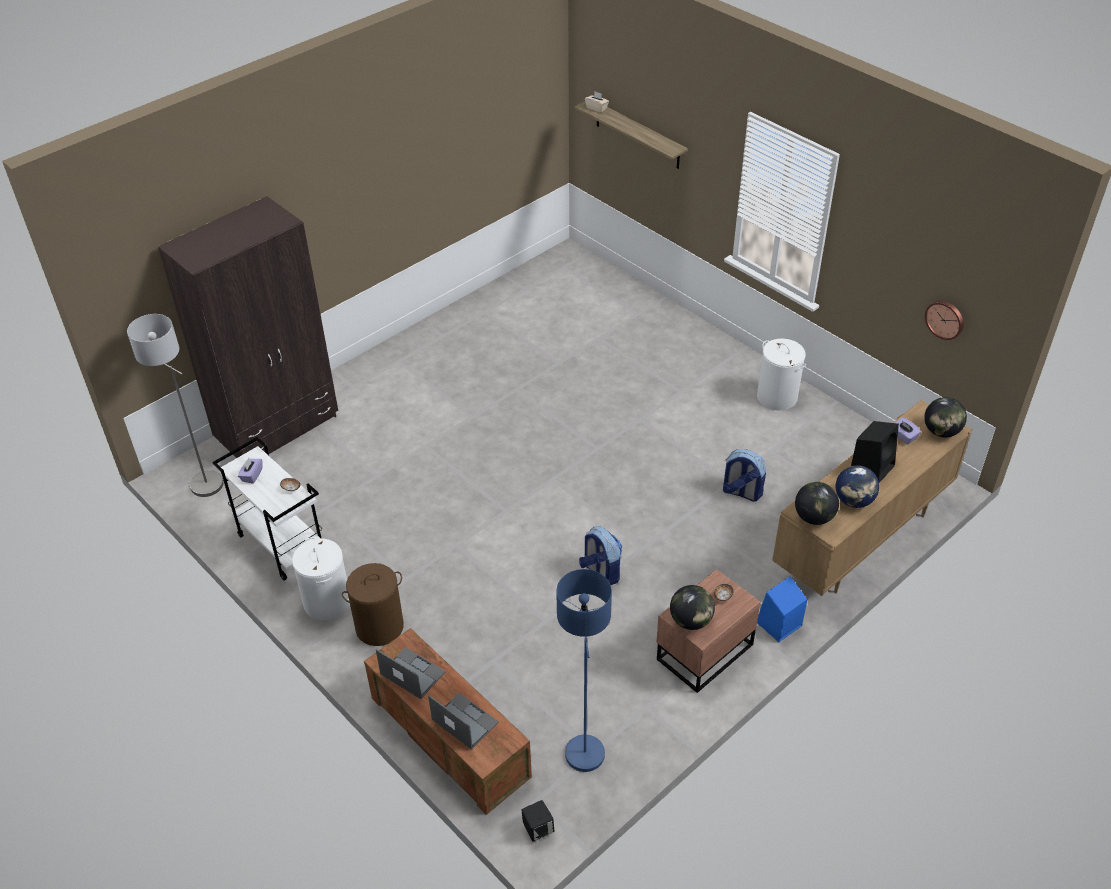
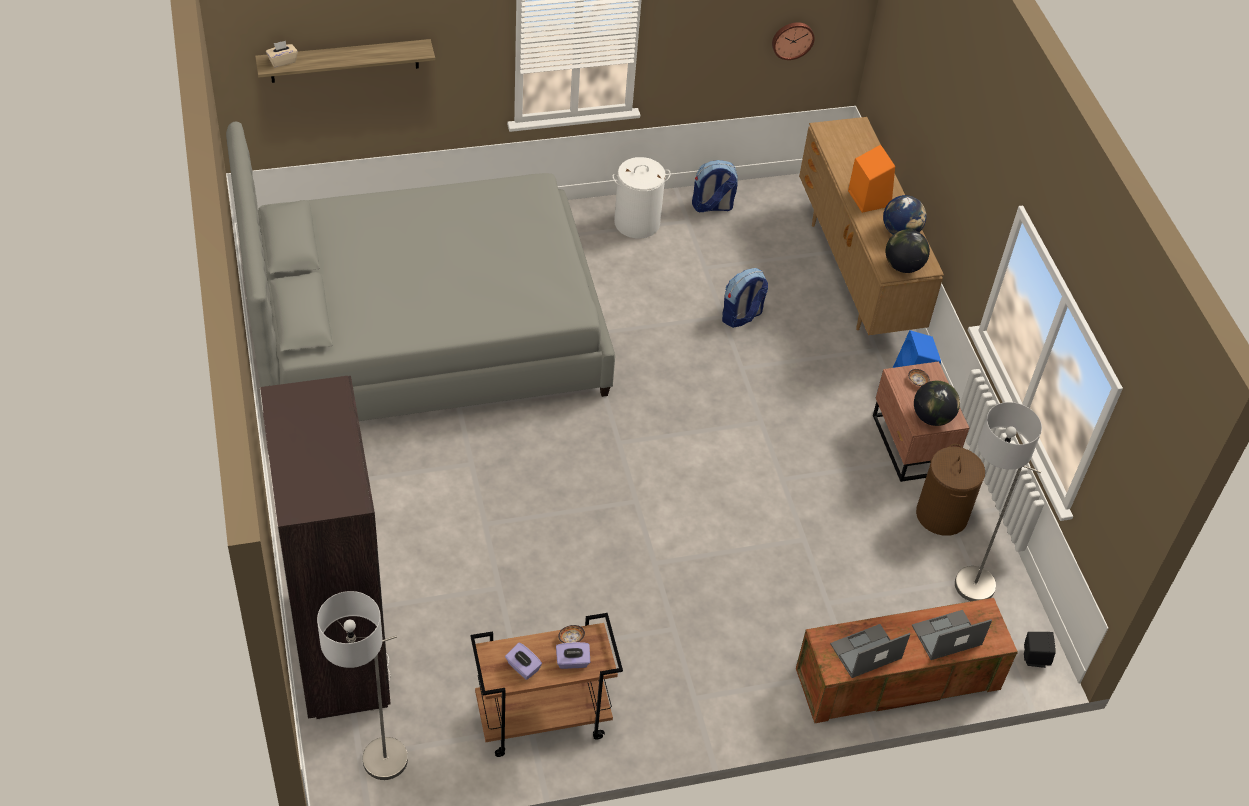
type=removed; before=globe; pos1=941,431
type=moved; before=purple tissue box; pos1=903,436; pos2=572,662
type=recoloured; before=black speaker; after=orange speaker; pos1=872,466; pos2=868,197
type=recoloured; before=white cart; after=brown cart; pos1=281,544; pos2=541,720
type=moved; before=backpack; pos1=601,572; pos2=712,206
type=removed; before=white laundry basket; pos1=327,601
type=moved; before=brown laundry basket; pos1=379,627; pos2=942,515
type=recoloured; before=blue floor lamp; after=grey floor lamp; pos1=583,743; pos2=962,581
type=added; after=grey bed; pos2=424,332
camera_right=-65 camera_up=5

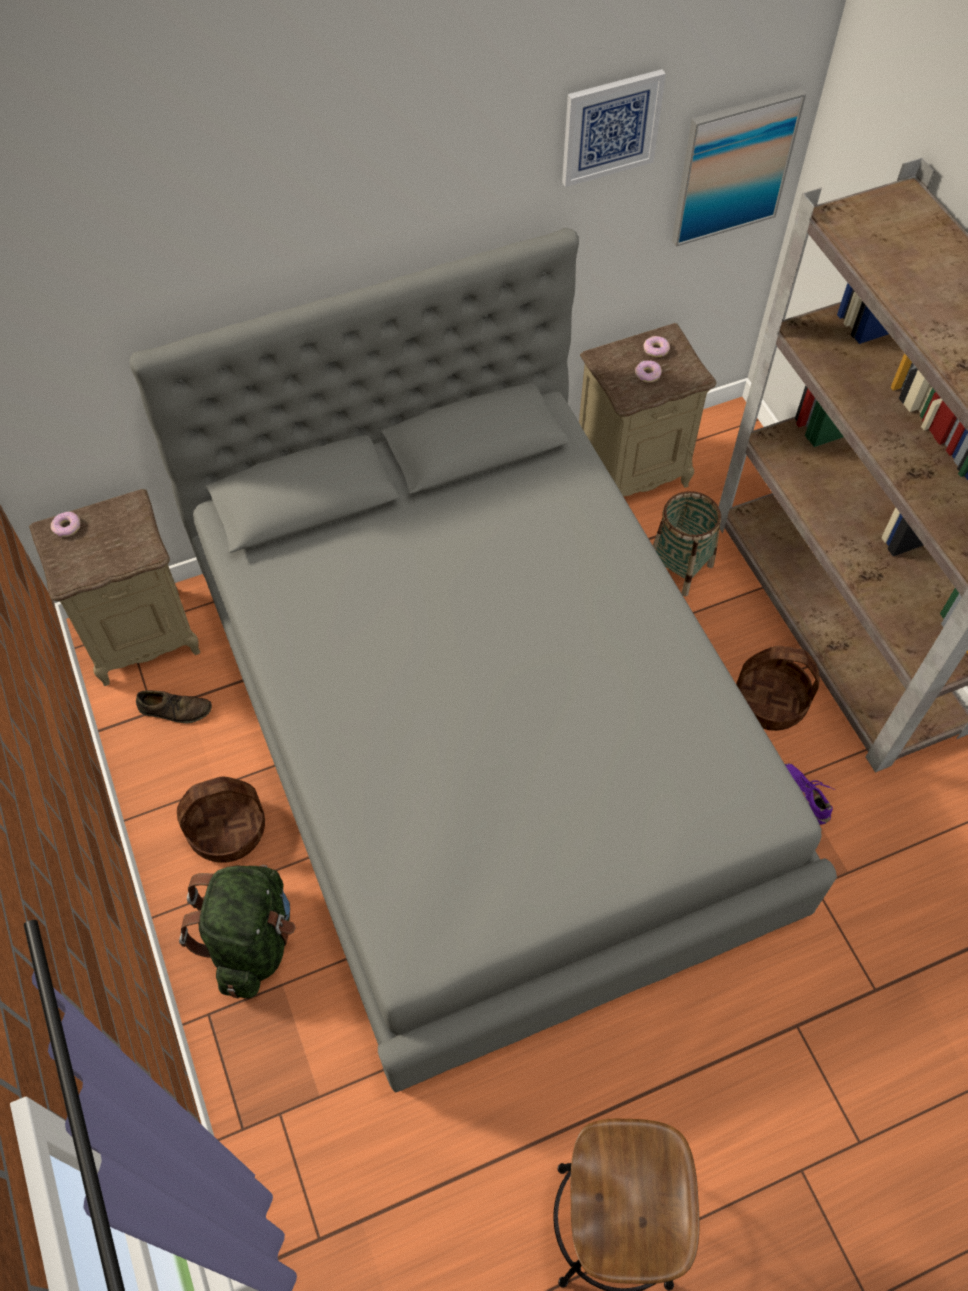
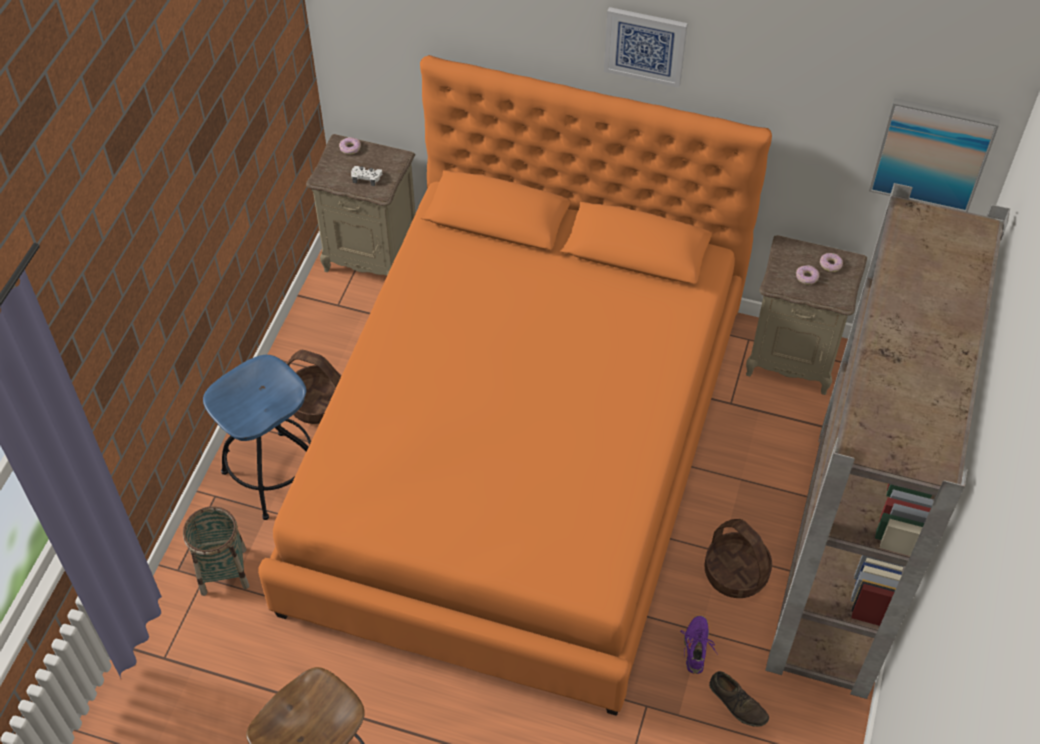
type=moved; before=picture; pos1=610,127; pos2=645,46
type=recoloured; before=grey bed; after=orange bed; pos1=483,735; pos2=521,457
type=moved; before=basket; pos1=679,567; pos2=223,571
type=moved; before=brown shoe; pos1=175,709; pos2=737,703
type=replaced; before=green backpack; after=blue stool; pos1=251,940; pos2=274,474
type=added; after=white game controller; pos2=366,177
camera_right=40 camera_up=-5

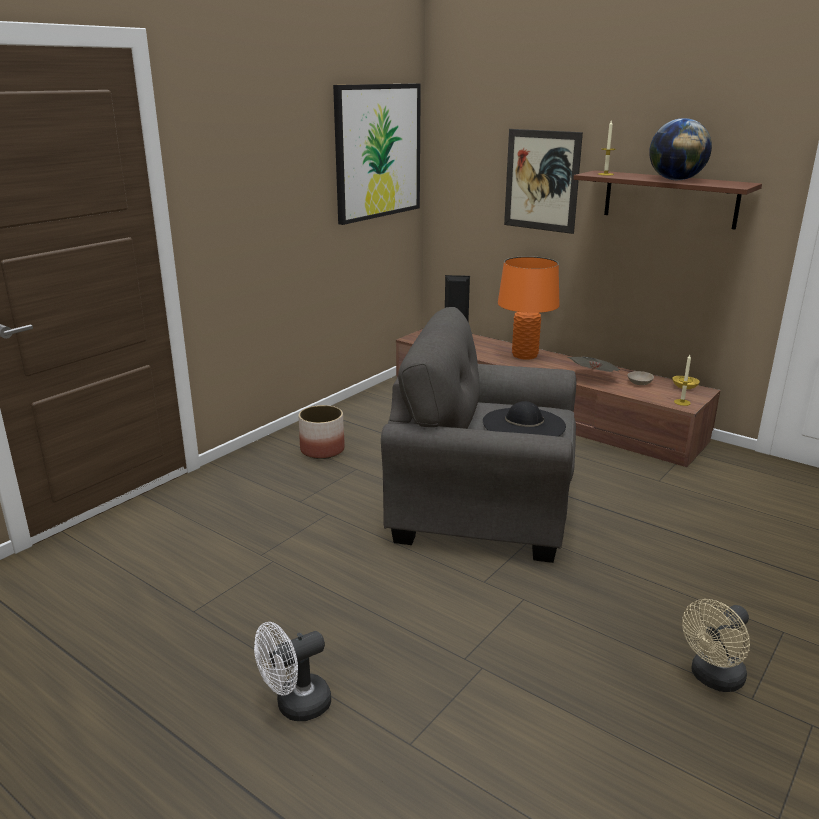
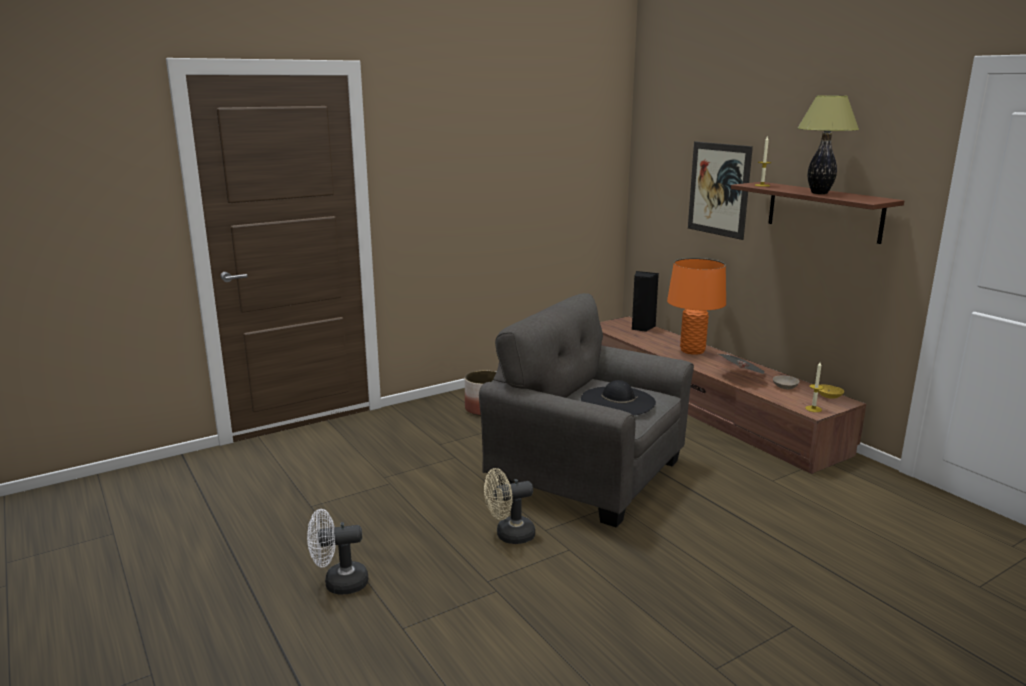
type=removed; before=picture; pos1=378,151
type=replaced; before=globe; after=table lamp; pos1=675,180; pos2=819,193
type=moved; before=beige fan; pos1=713,679; pos2=509,535
camera_right=20 camera_up=-5

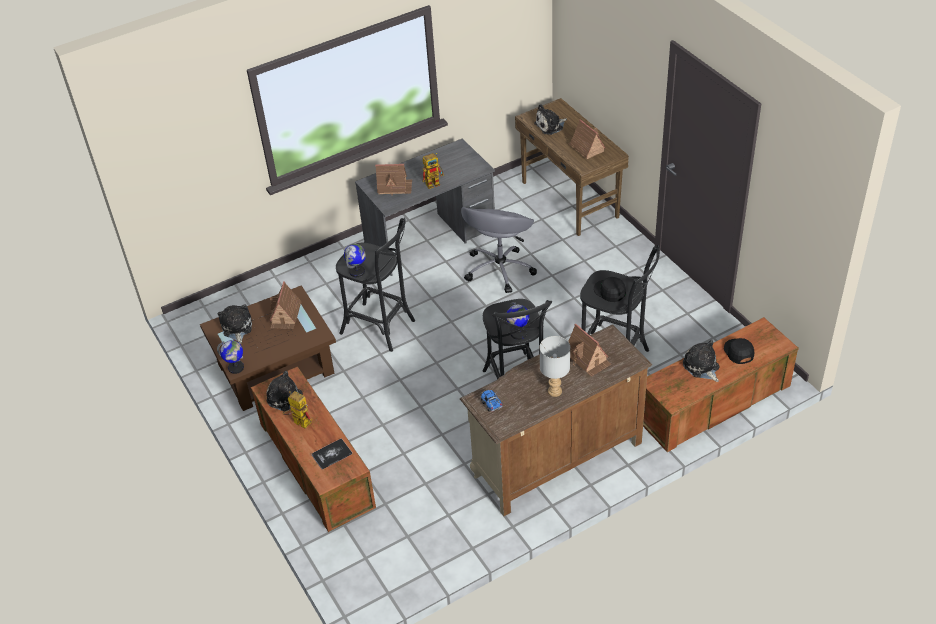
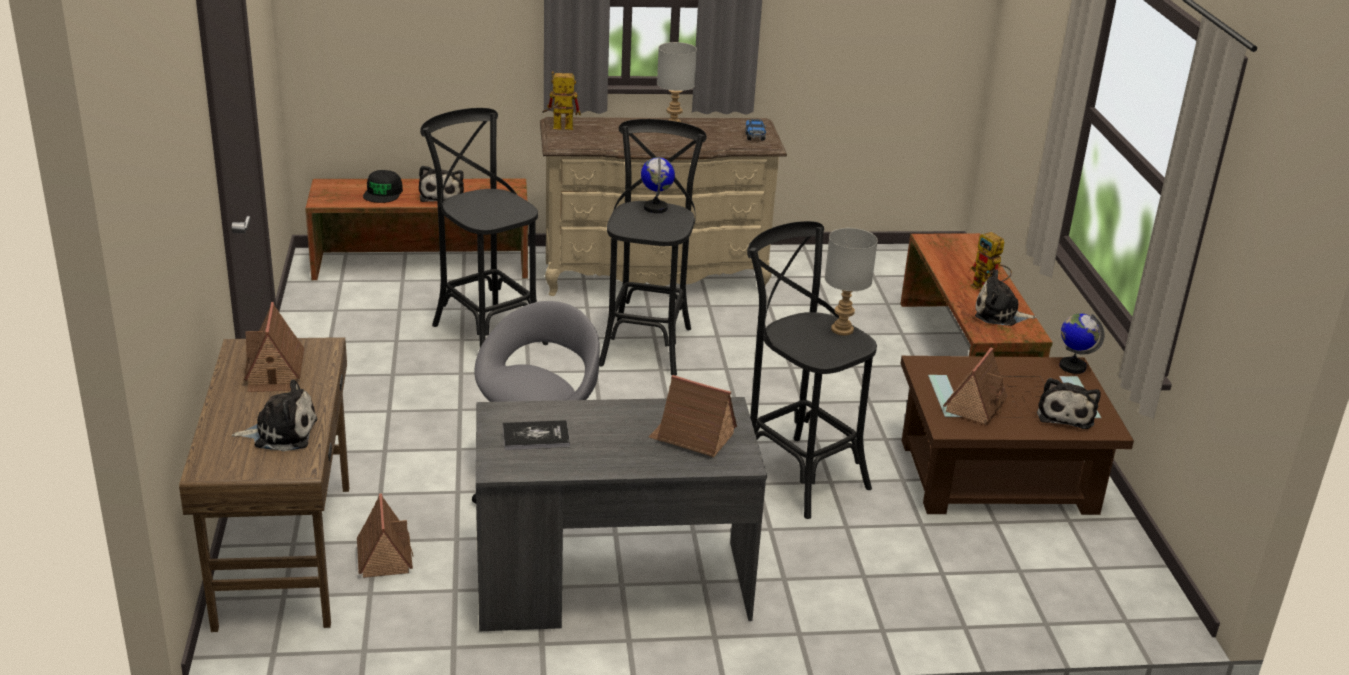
type=moved; before=toy robot; pos1=435,182; pos2=558,128
type=replaced; before=globe; after=grey table lamp; pos1=357,272; pos2=842,330
type=removed; before=black cap; pos1=610,291
type=moved; before=toy house; pos1=587,358; pos2=384,556
type=turned; before=plush toy; pos1=286,399; pos2=999,314; turn=135
type=moved; before=book; pos1=332,454; pos2=536,436
camera_right=-160 camera_up=-15

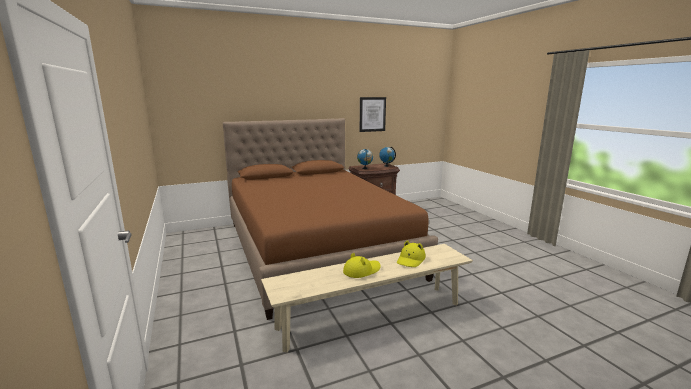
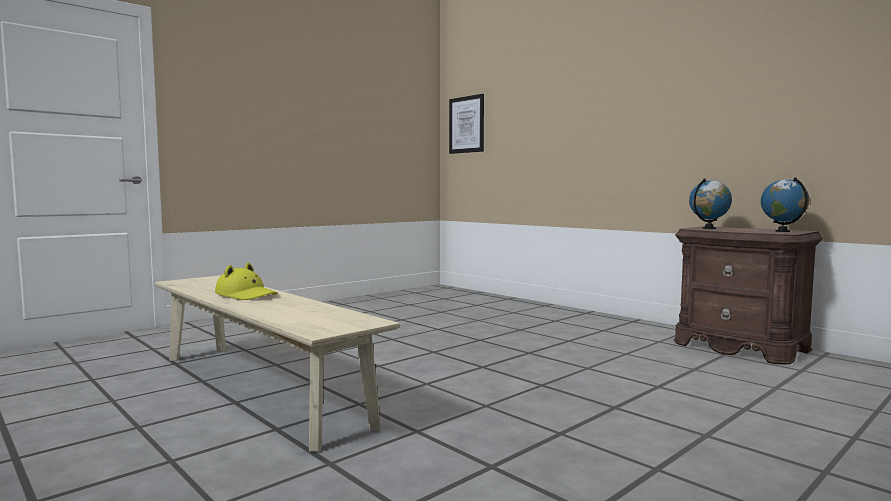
type=moved; before=picture; pos1=372,114; pos2=466,124
type=removed; before=brown bed; pos1=316,248
type=removed; before=yellow hat; pos1=411,260
camera_right=70 camera_up=-10

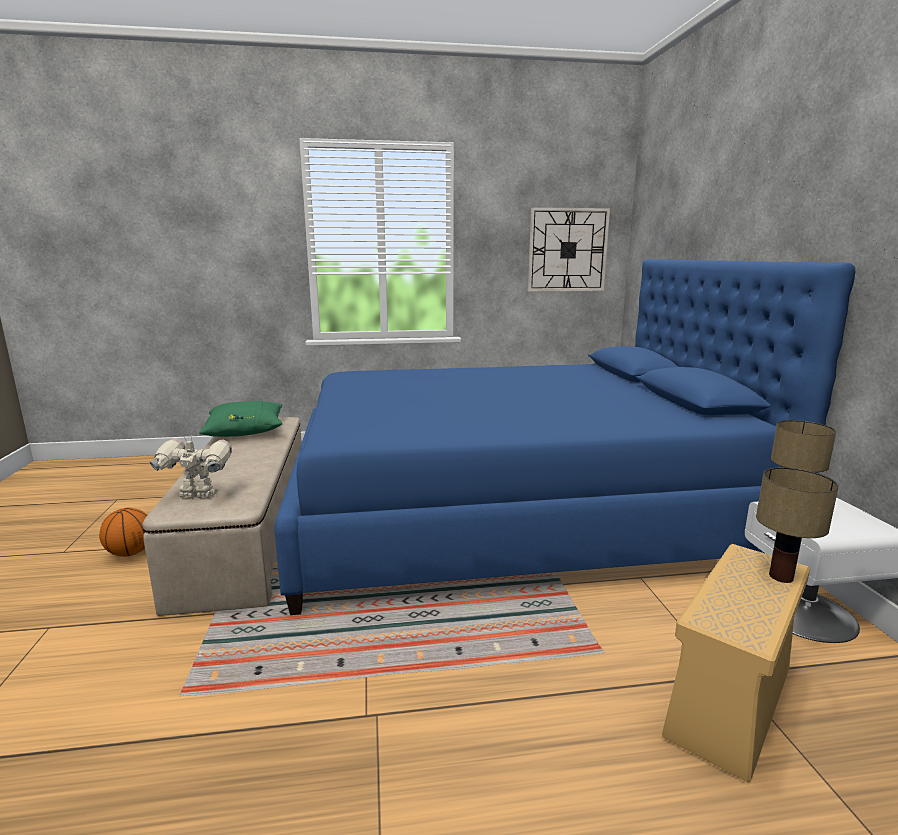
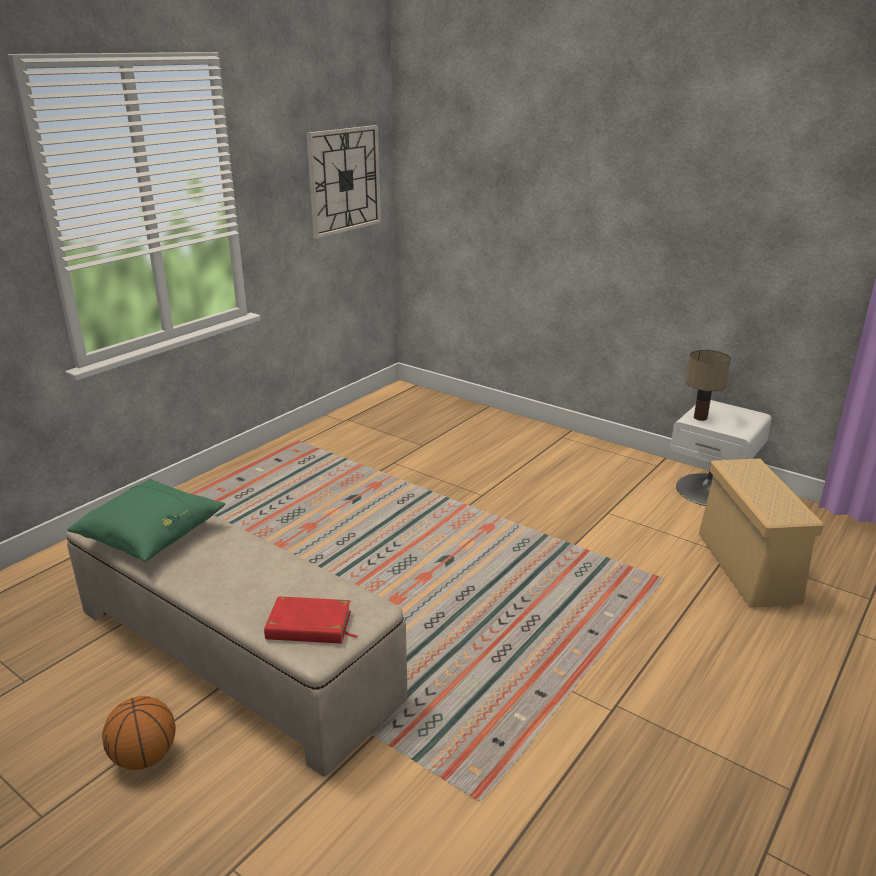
type=removed; before=blue bed; pos1=513,513
type=replaced; before=toy robot; after=red book; pos1=198,496; pos2=309,626
type=removed; before=table lamp; pos1=781,577
camera_right=-45 camera_up=10

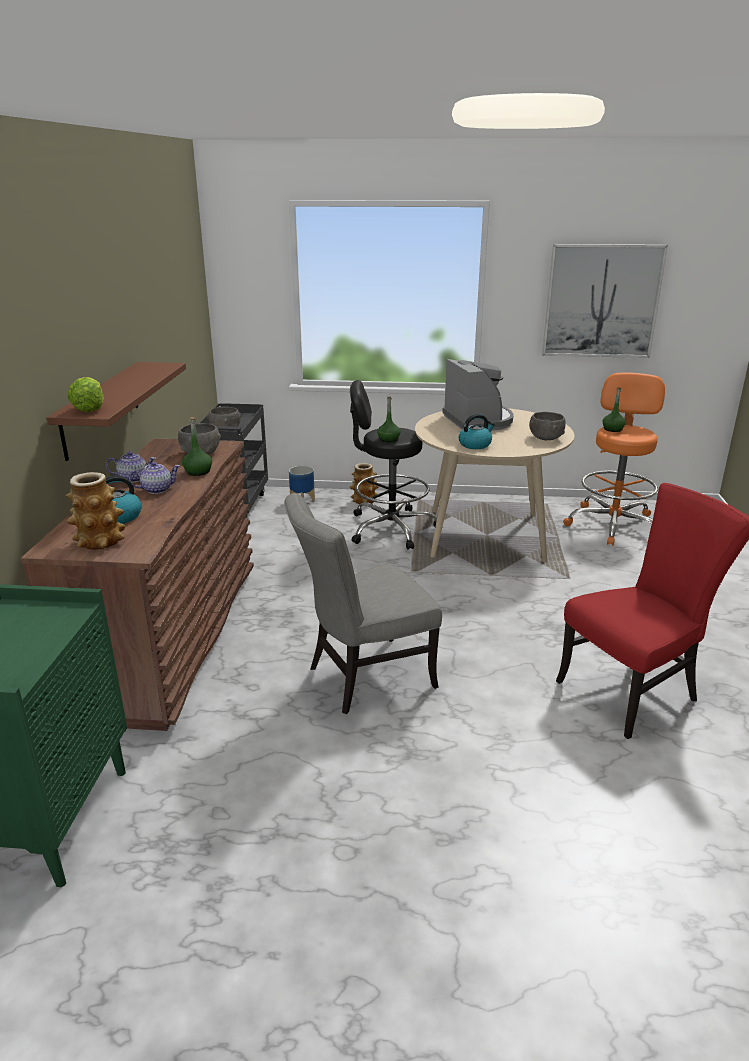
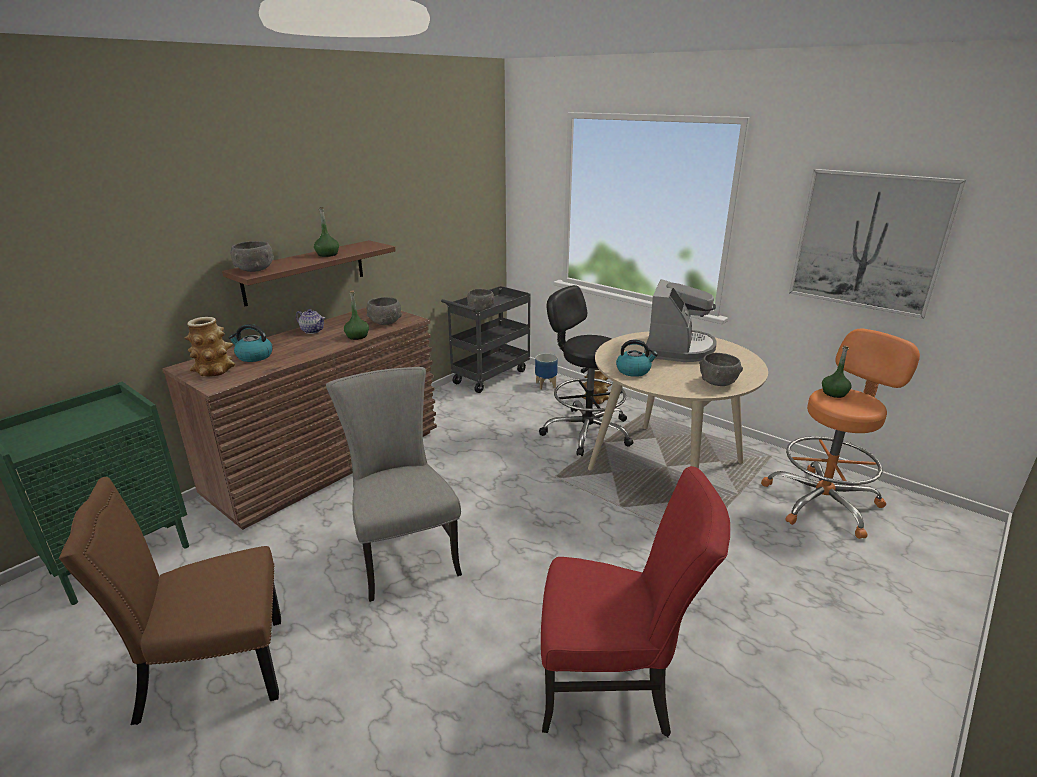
type=replaced; before=lettuce; after=grey bowl; pos1=89,409; pos2=255,270
type=moved; before=green bottle; pos1=388,439; pos2=327,254
type=removed; before=teapot; pos1=157,489
type=turned; before=grey chair; pos1=363,678; pos2=403,552; turn=60
type=added; after=brown chair; pos2=216,670
camera_right=35 camera_up=0

